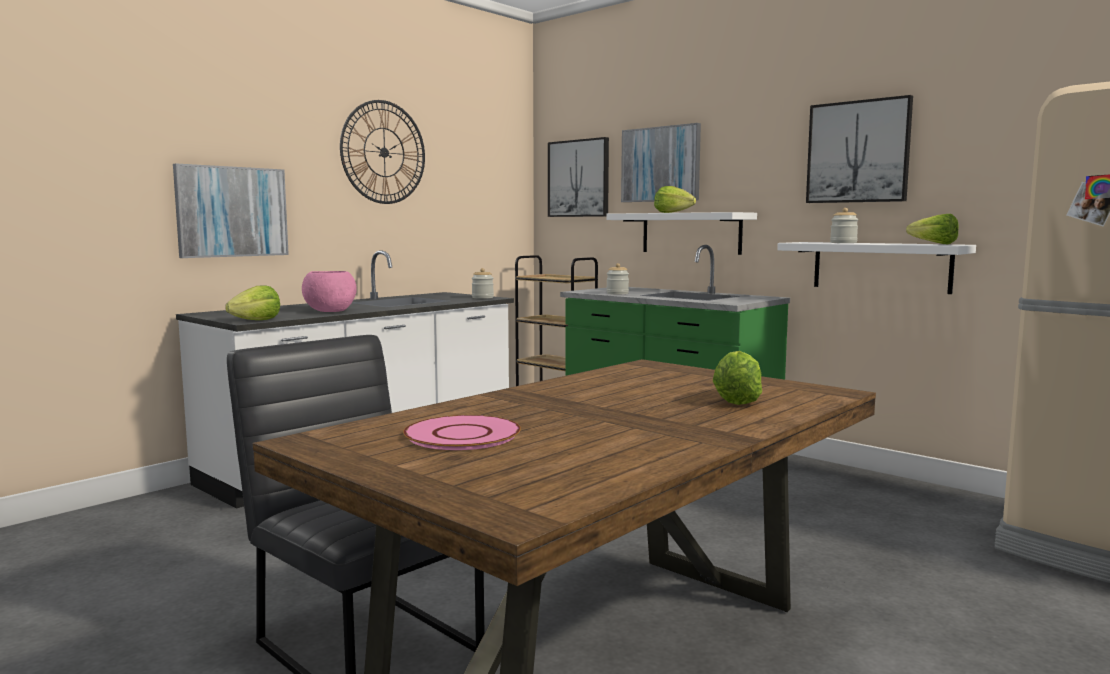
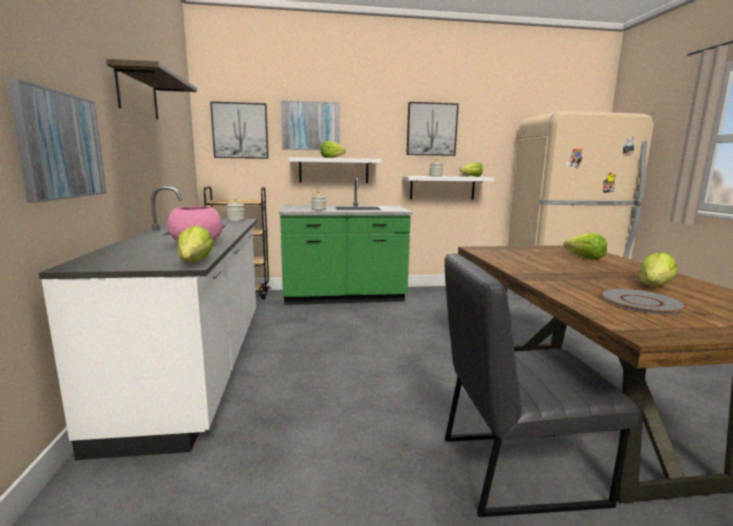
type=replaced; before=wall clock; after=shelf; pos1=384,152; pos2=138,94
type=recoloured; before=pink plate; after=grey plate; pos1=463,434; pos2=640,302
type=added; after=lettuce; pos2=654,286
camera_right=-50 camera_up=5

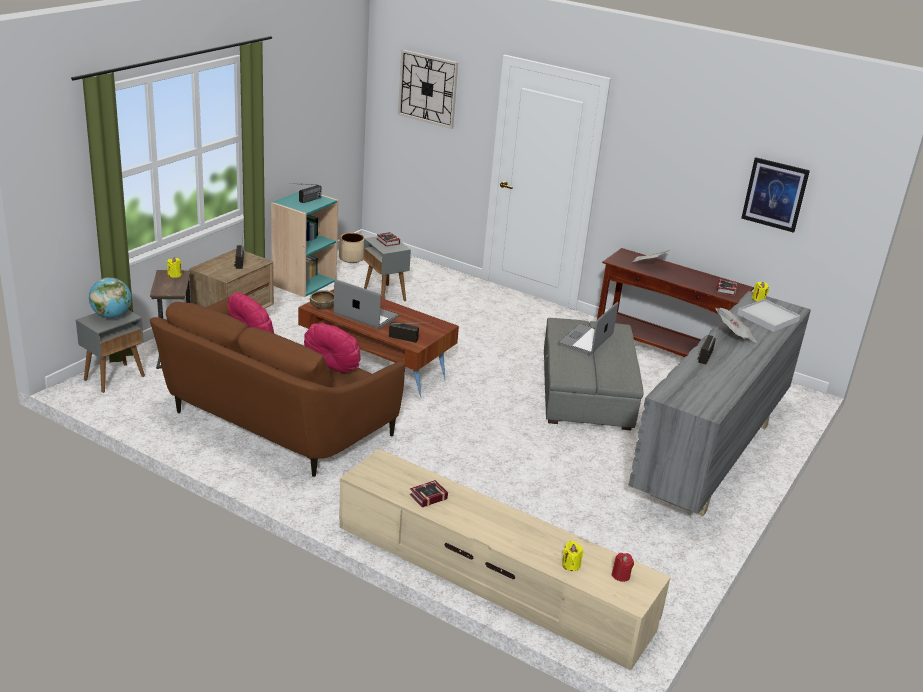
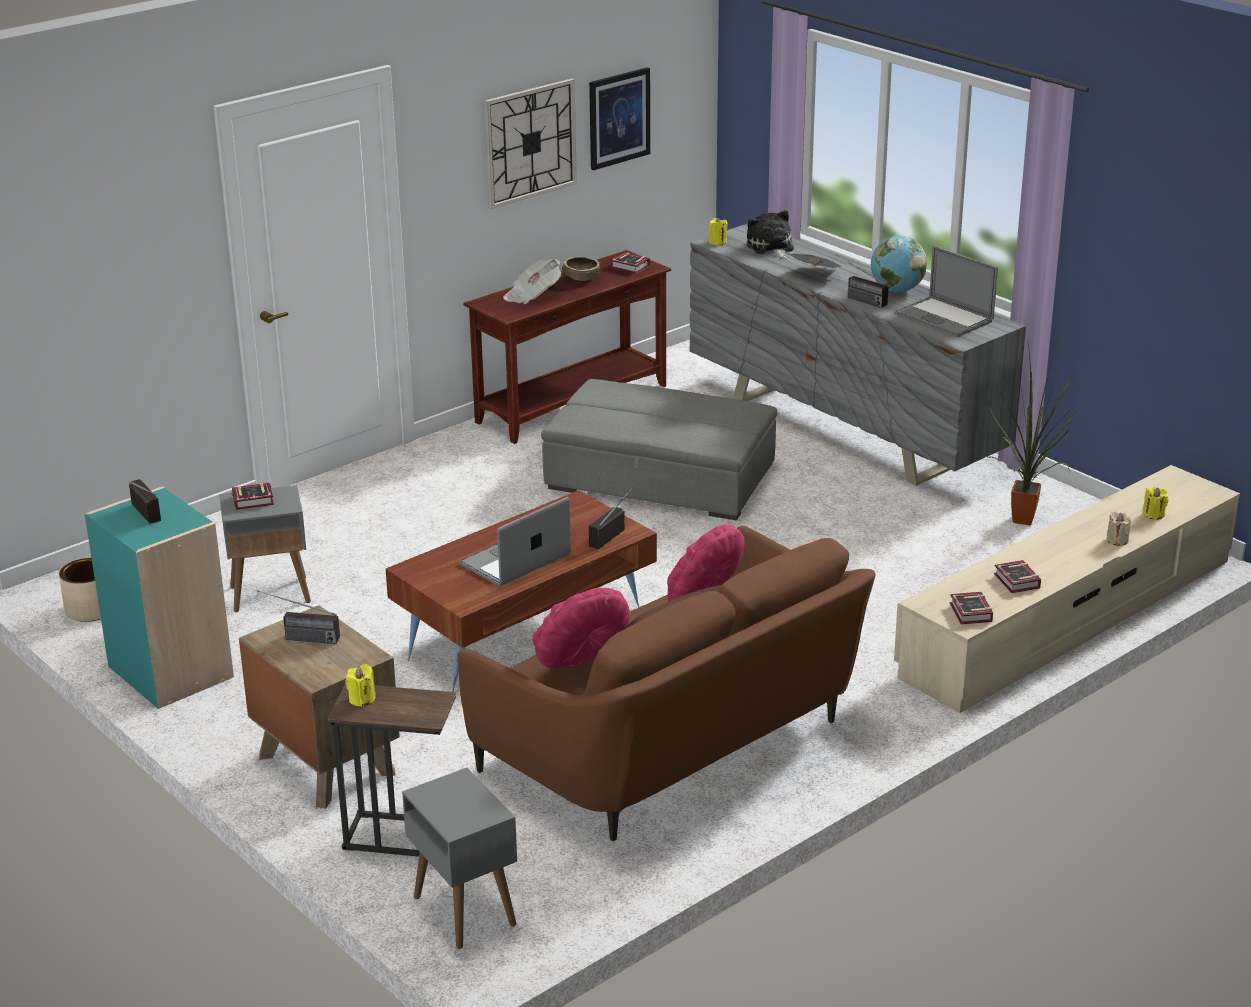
type=moved; before=wall clock; pos1=428,88; pos2=530,142
type=moved; before=globe; pos1=112,316; pos2=896,290
type=moved; before=brown bowl; pos1=323,307; pos2=581,278
type=replaced; before=white tray; after=plush toy; pos1=767,318; pos2=770,248
type=moved; before=laptop; pos1=585,340; pos2=943,317
type=removed; before=red candle; pos1=621,575
type=added; after=potted plant; pos2=1027,521
type=added; after=beige candle; pos2=1117,540
type=added; after=book; pos2=970,614
camera_right=-70 camera_up=0

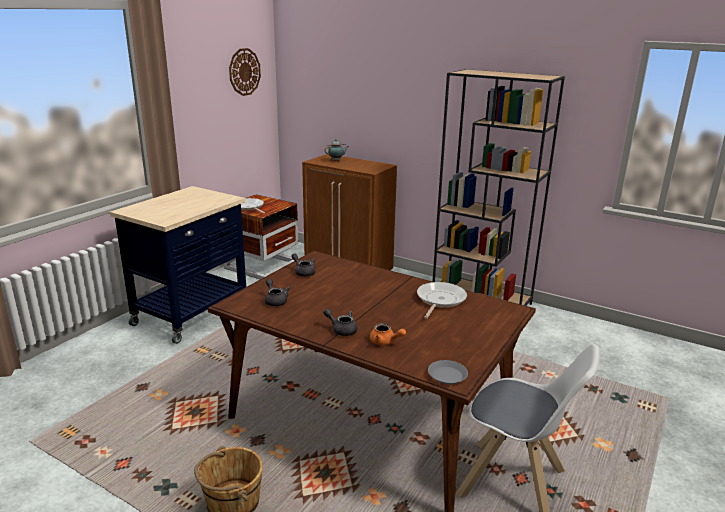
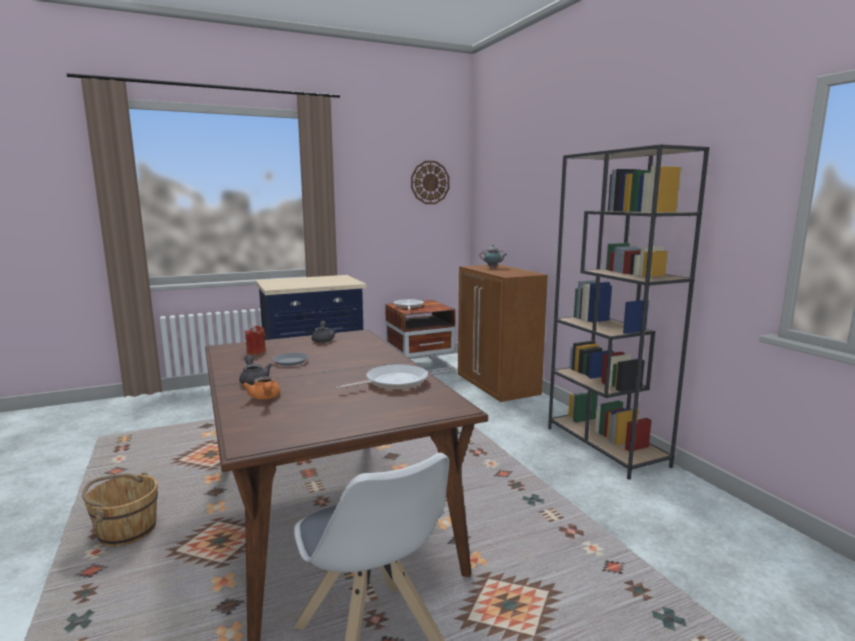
type=replaced; before=grey teapot; after=red candle; pos1=275,300; pos2=256,352
type=moved; before=grey plate; pos1=447,375; pos2=290,362
camera_right=35 camera_up=-10

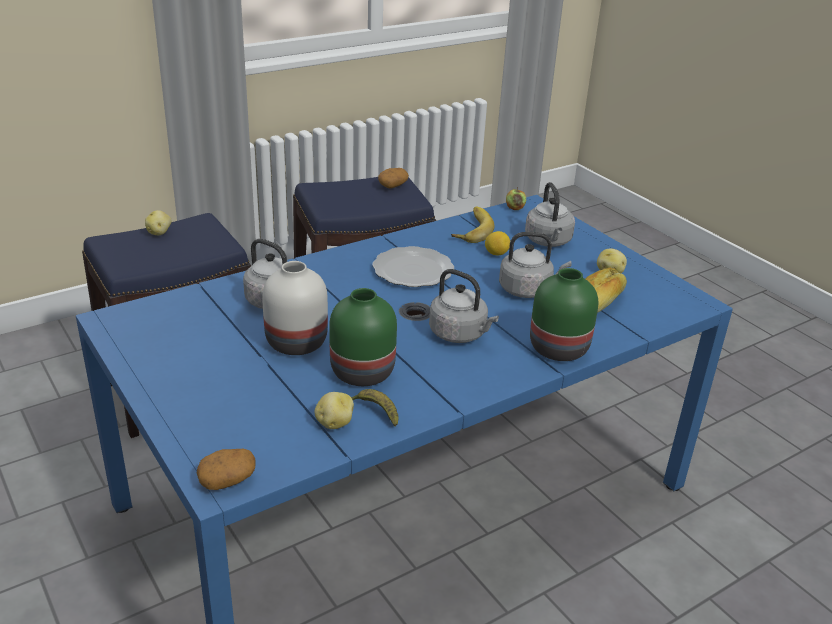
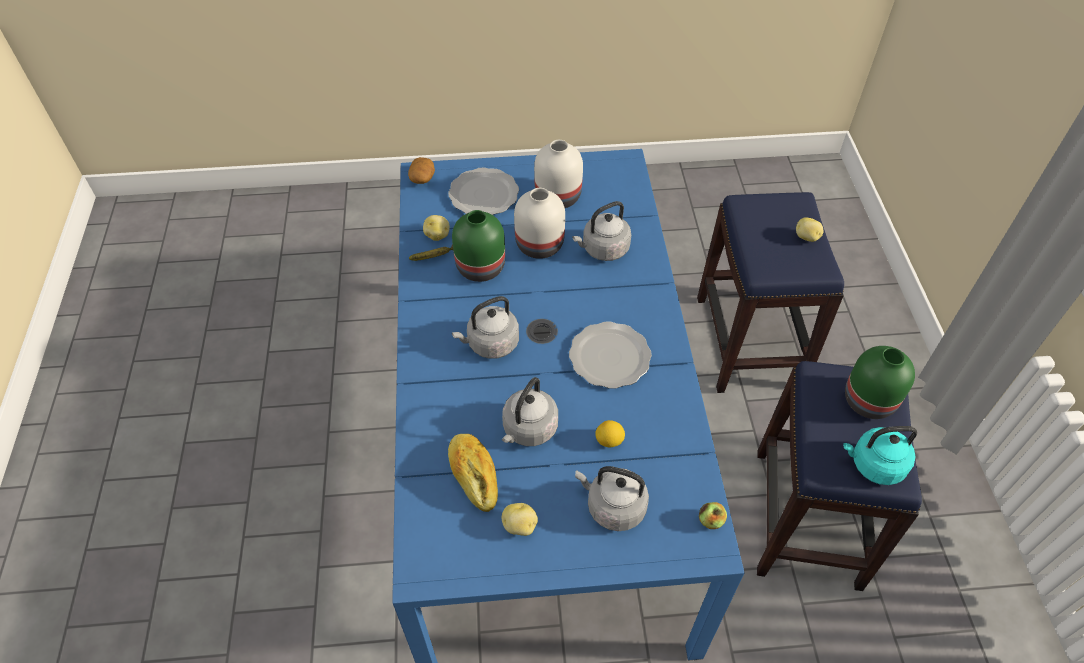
type=replaced; before=potato; after=turquoise kettle; pos1=393,185; pos2=874,465
type=removed; before=banana; pos1=470,229
type=moved; before=green vase; pos1=558,349; pos2=867,400
type=added; after=white vase; pos2=559,196
type=added; after=plate; pos2=484,195
camera_right=120 camera_up=20

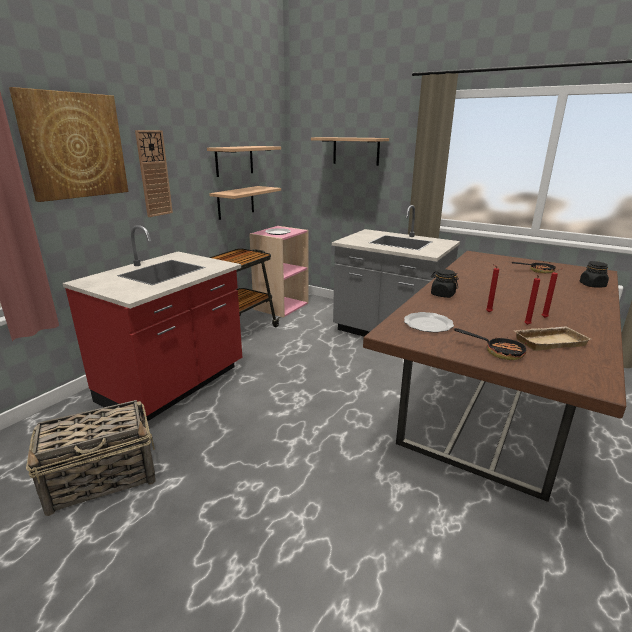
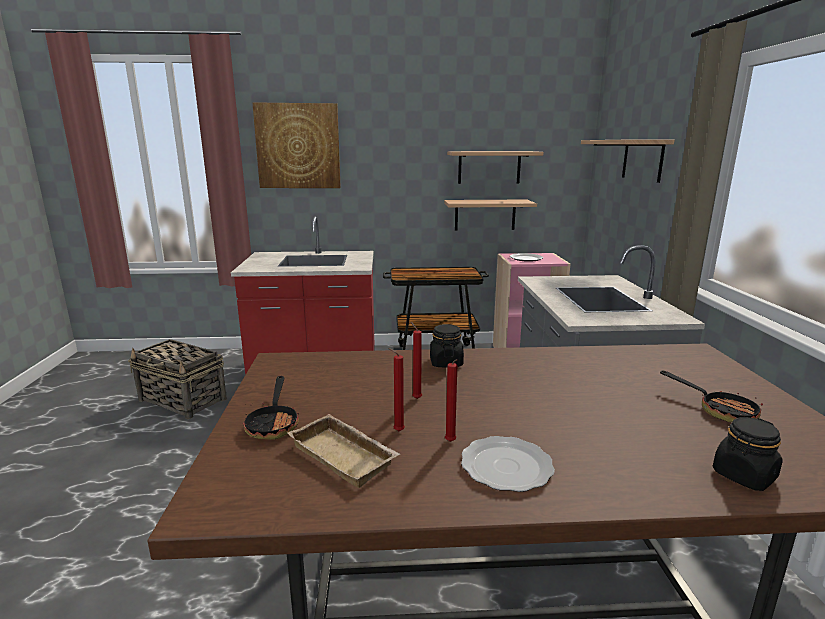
type=removed; before=wall clock; pos1=154,174
type=moved; before=plate; pos1=428,324; pos2=507,466
camera_right=55 camera_up=-5

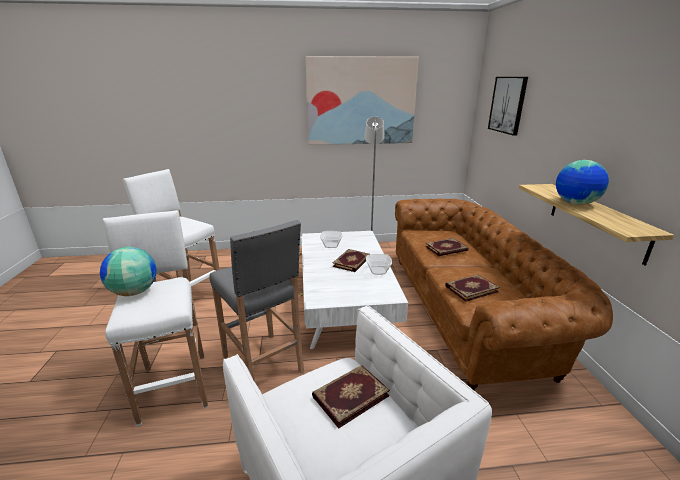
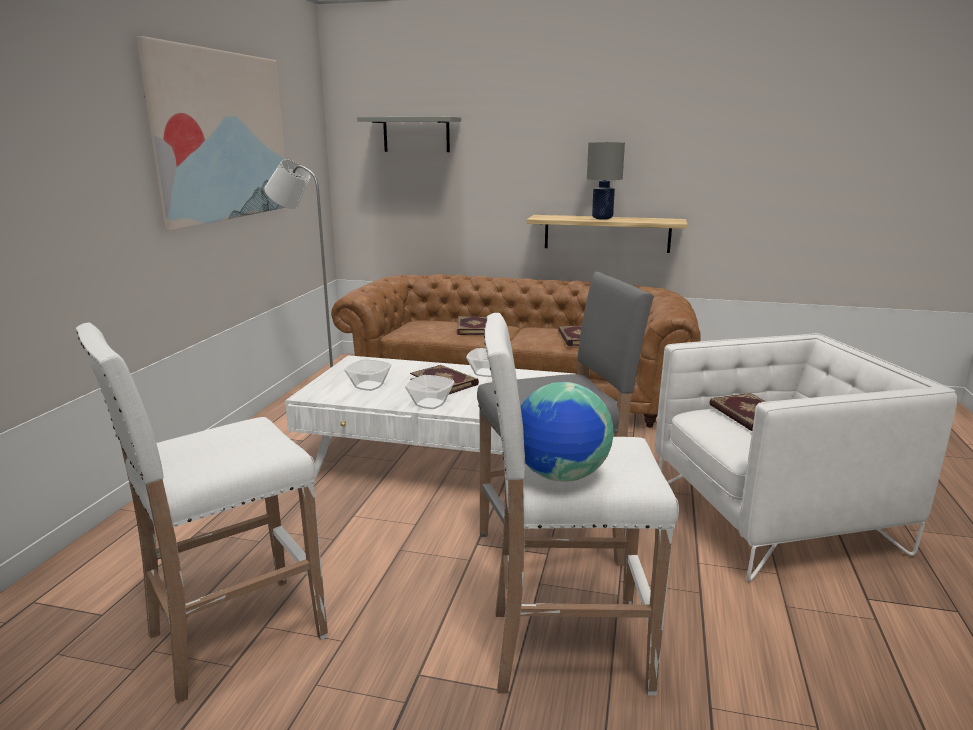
type=replaced; before=picture; after=grey shelf; pos1=507,105; pos2=416,134
type=replaced; before=globe; after=grey table lamp; pos1=575,203; pos2=602,219
type=added; after=bowl; pos2=431,404
camera_right=-70 camera_up=-5

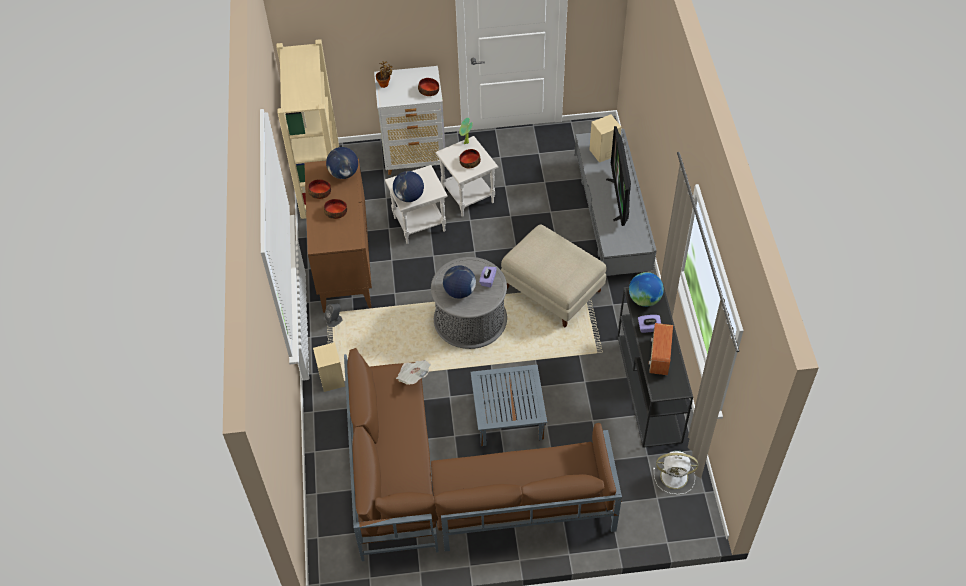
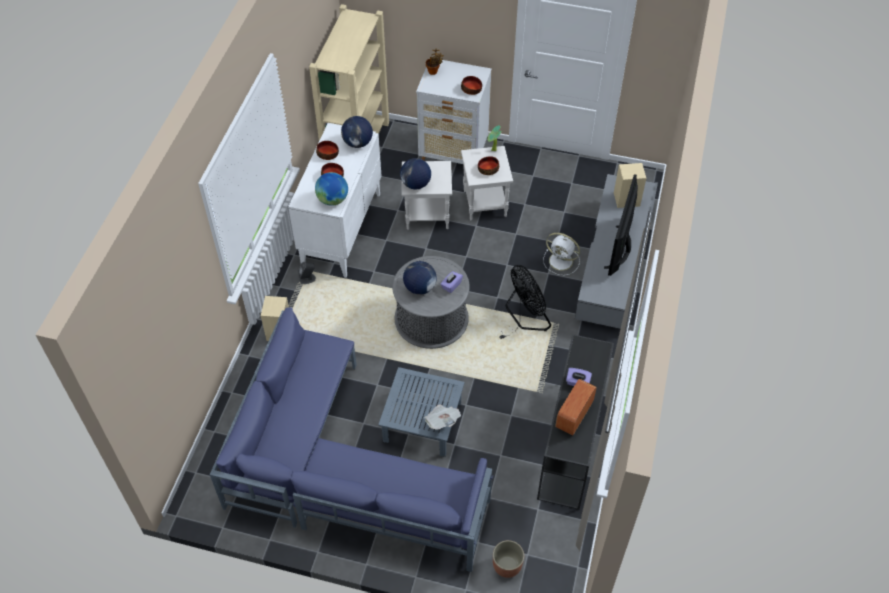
type=recoloured; before=brown cabinet; after=white cabinet; pos1=344,264; pos2=342,230
type=replaced; before=beige ottoman; after=black fan; pos1=551,289; pos2=521,316
type=moved; before=globe; pos1=644,299; pos2=332,200
type=recoloured; before=brown sofa; after=blue sofa; pos1=462,474; pos2=353,462
type=moved; before=newspaper; pos1=413,376; pos2=442,421
type=moved; before=white fan; pos1=675,476; pos2=562,261
type=added; after=planter; pos2=507,566
camera_right=20 camera_up=0

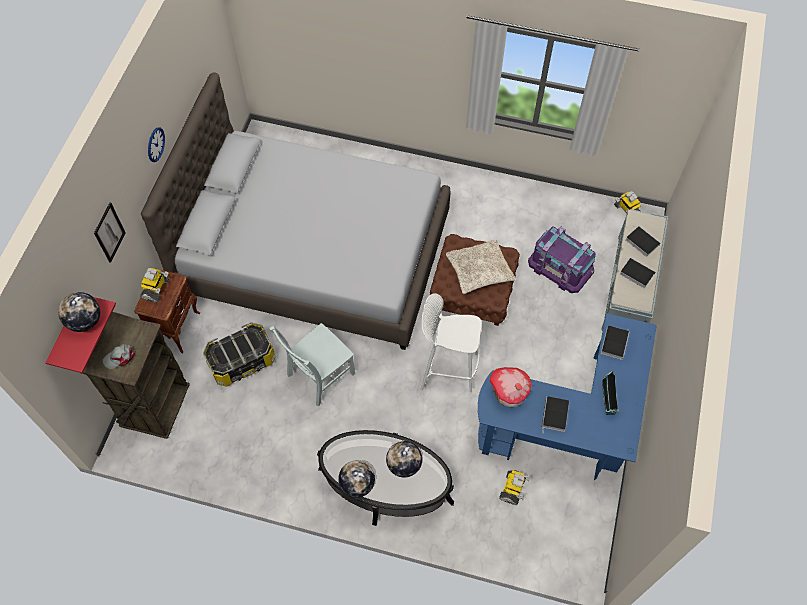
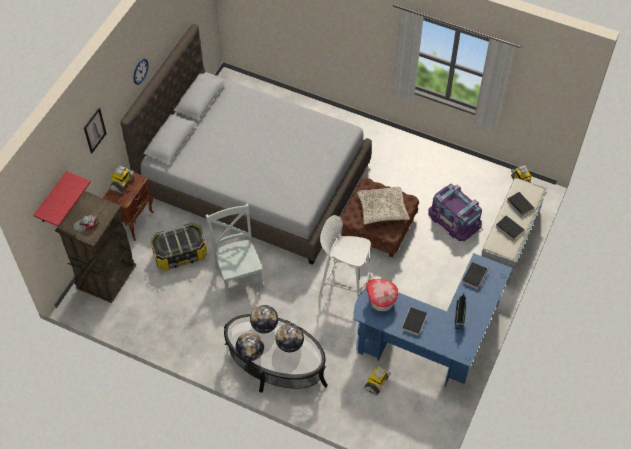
type=moved; before=globe; pos1=85,321; pos2=264,326
type=turned; before=grey chair; pos1=318,376; pos2=239,274; turn=105
camera_right=10 camera_up=-5

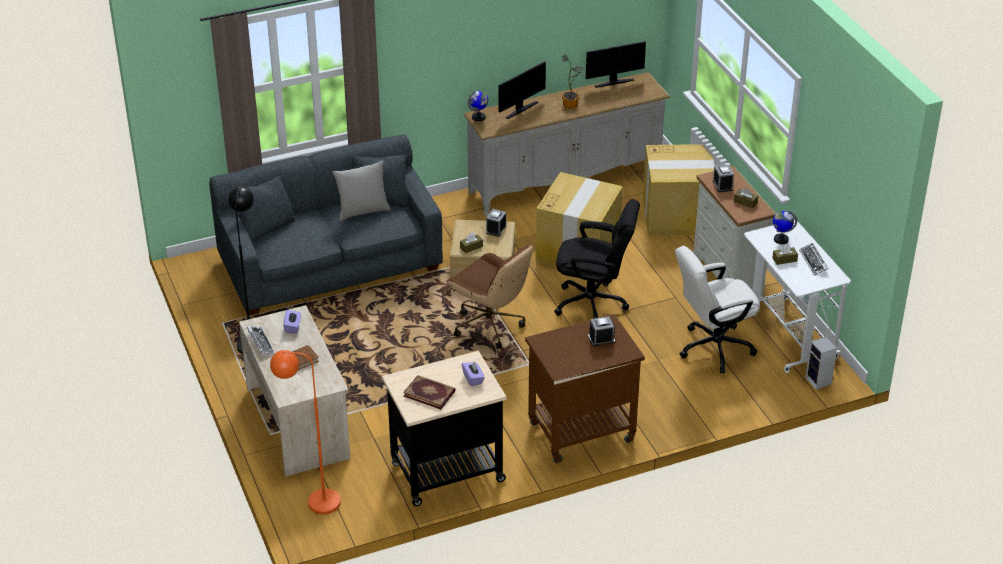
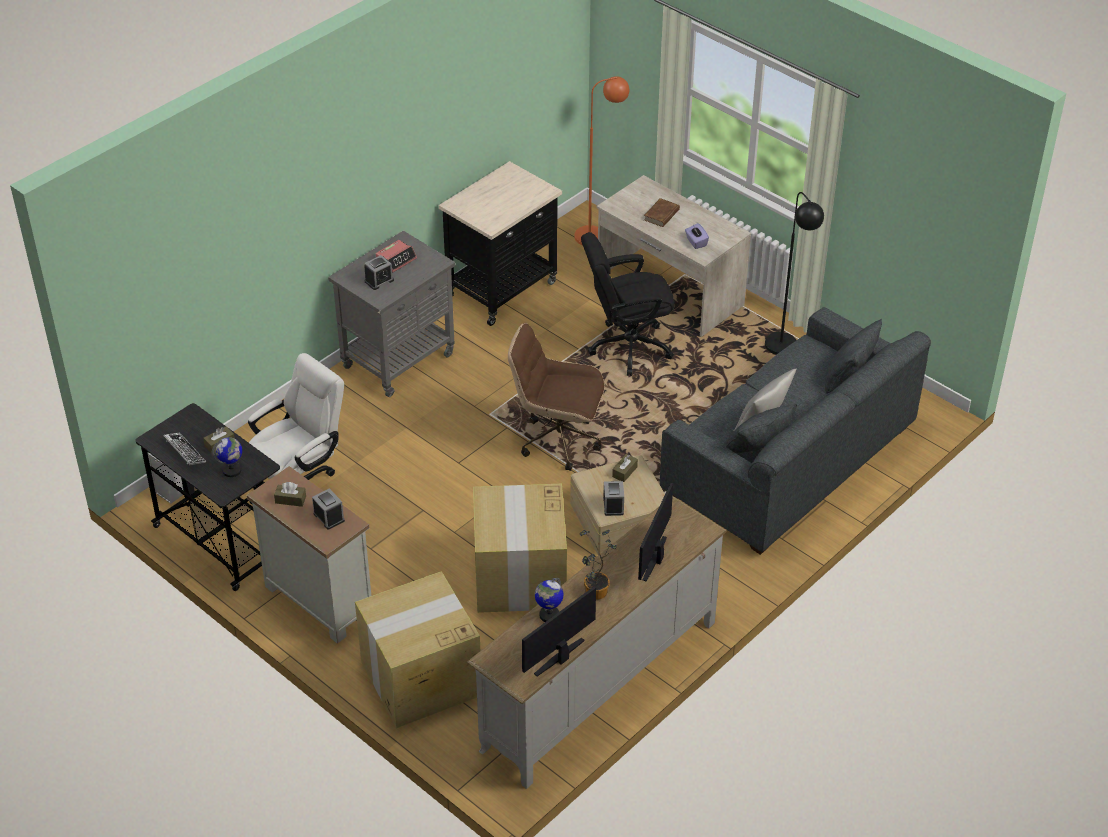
type=moved; before=globe; pos1=478,117; pos2=549,615
type=moved; before=black office chair; pos1=594,305; pos2=626,348
type=recoloured; before=white desk; after=black desk; pos1=786,335; pos2=221,540
type=recoloured; before=brown cart; after=grey cart; pos1=580,433; pos2=399,361
type=removed; before=keyboard; pos1=260,343
type=removed; before=purple tissue box; pos1=473,379
type=removed; before=book; pos1=429,393
type=added; after=alarm clock; pos2=396,260
camera_right=155 camera_up=5

